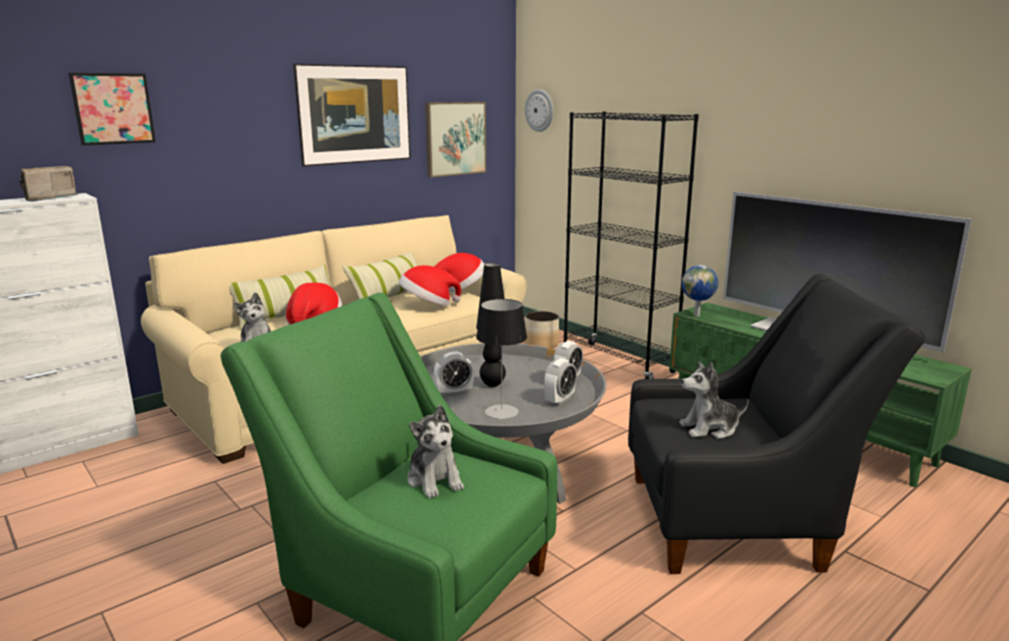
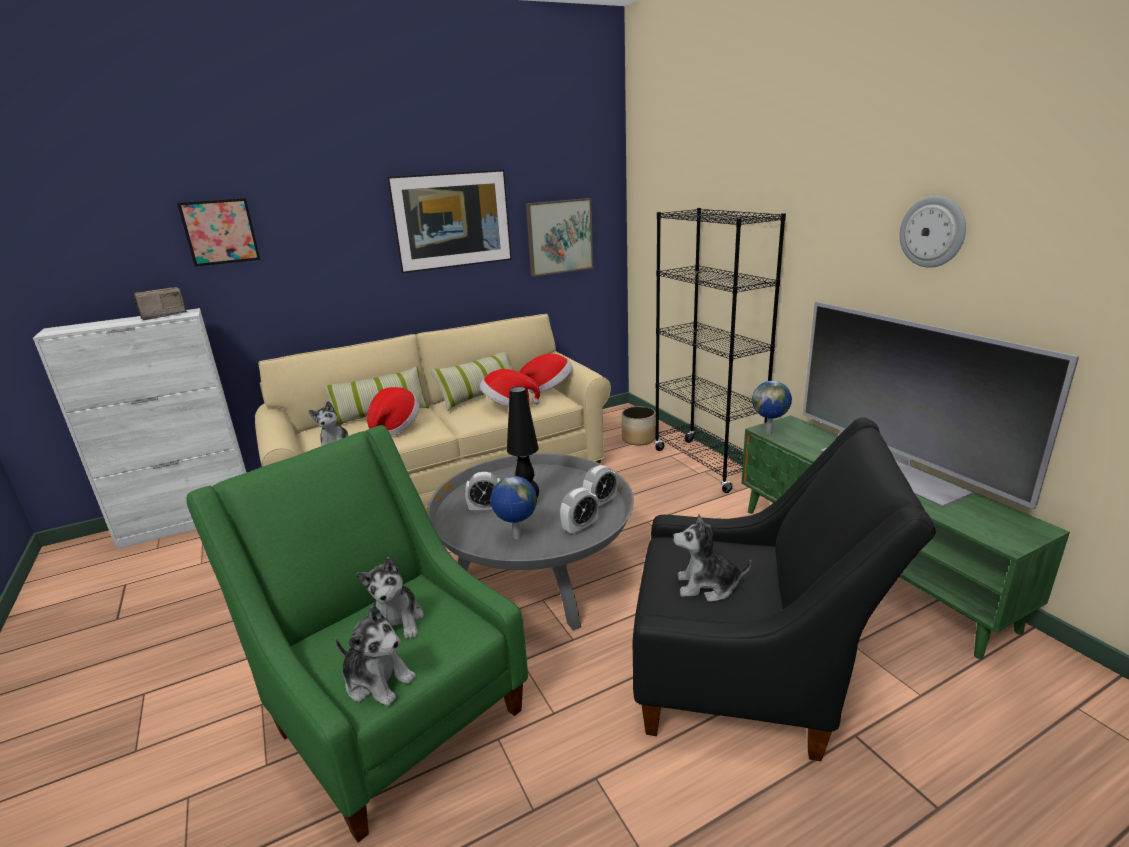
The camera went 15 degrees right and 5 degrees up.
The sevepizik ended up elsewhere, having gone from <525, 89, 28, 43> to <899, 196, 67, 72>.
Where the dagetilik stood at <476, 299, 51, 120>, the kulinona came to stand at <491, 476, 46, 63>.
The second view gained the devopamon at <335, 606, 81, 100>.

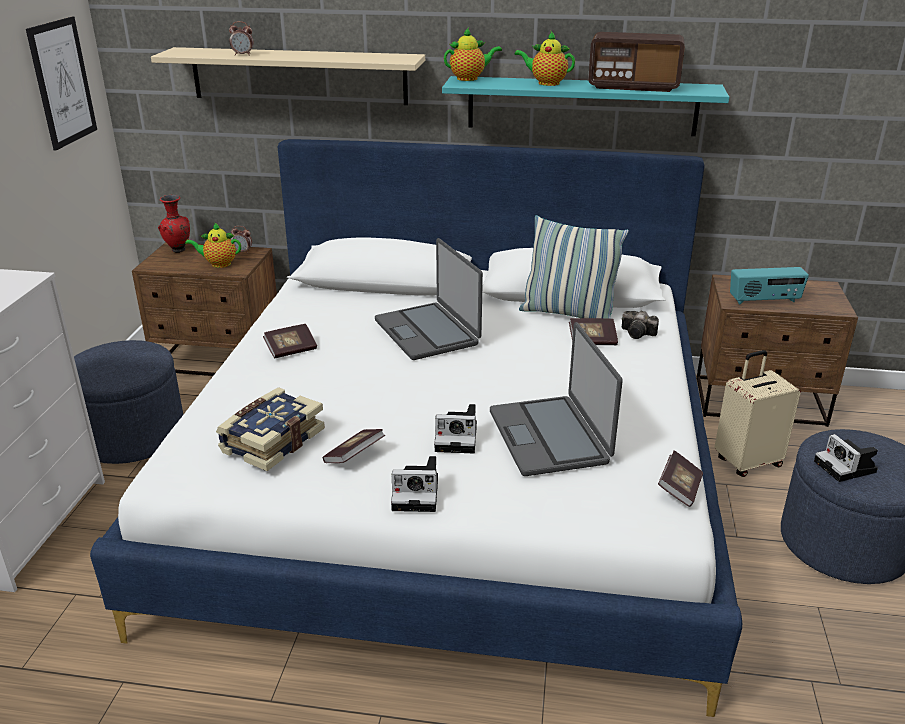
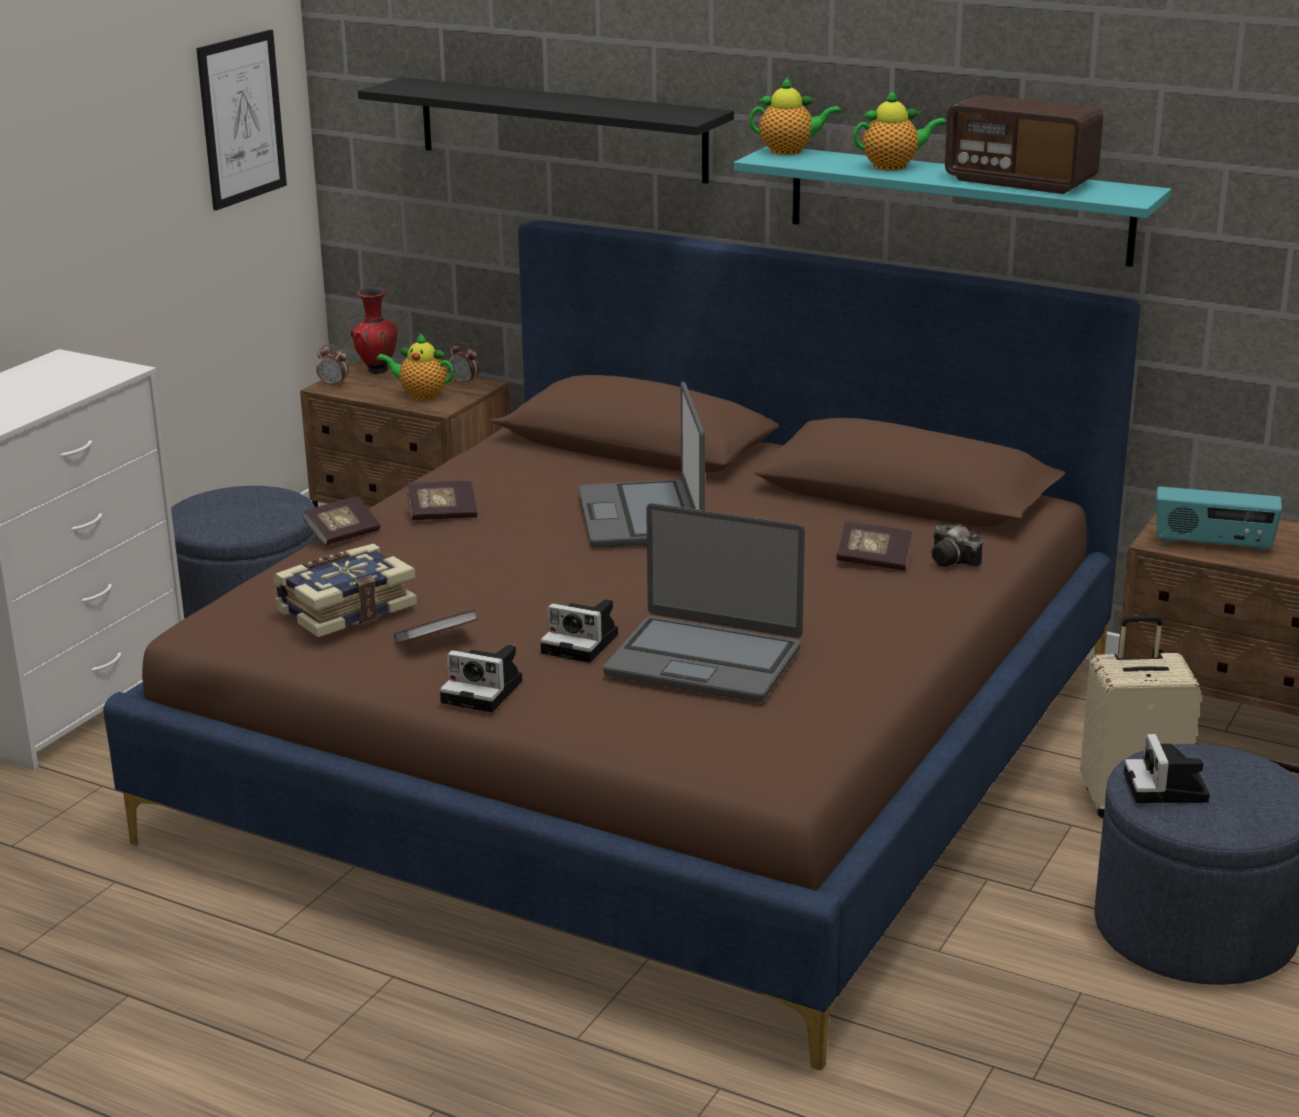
The camera went 20 degrees right and 5 degrees down.
The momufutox ended up elsewhere, having gone from <229, 21, 24, 35> to <317, 344, 32, 43>.
The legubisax at <515, 32, 60, 54> ended up facing another way, 135 degrees clockwise from before.
What was the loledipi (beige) at <151, 47, 274, 58> turned into the loledipi (black) at <358, 77, 376, 107>.
What was the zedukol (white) at <90, 139, 652, 578> turned into the zedukol (brown) at <103, 220, 1038, 851>.
The second view lost the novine at <519, 215, 110, 104>.
The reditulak at <490, 322, 133, 154> ended up facing another way, 75 degrees counterclockwise from before.
The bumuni ended up elsewhere, having gone from <658, 450, 45, 57> to <302, 496, 78, 50>.

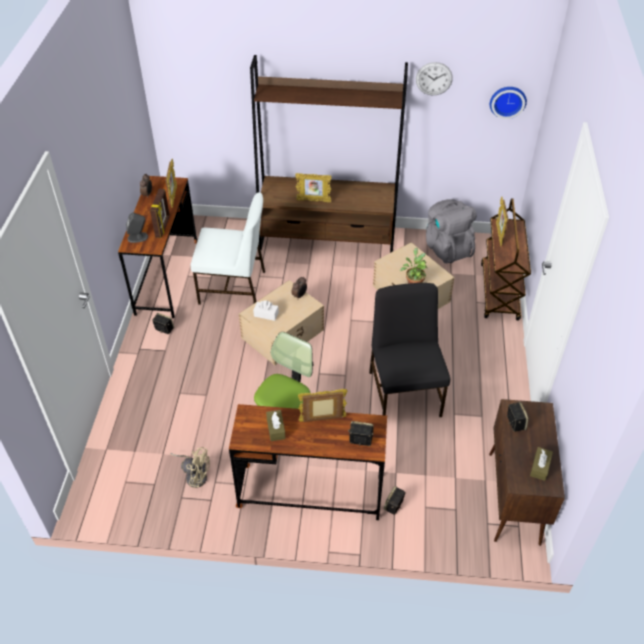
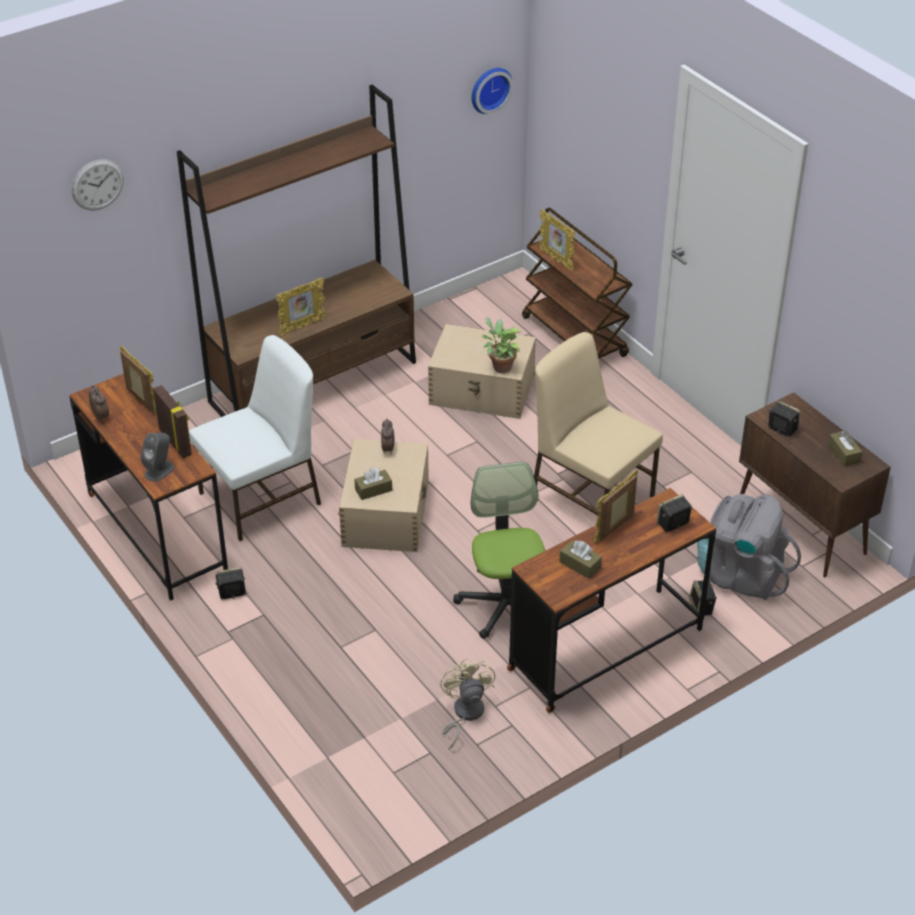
The camera went 40 degrees left and 5 degrees down.
The sevepizik ended up elsewhere, having gone from <416, 62, 37, 33> to <72, 159, 52, 51>.
The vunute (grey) ended up elsewhere, having gone from <426, 199, 51, 64> to <697, 494, 104, 106>.
What was the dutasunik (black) at <369, 283, 81, 134> turned into the dutasunik (beige) at <534, 332, 129, 183>.
What was the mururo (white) at <253, 300, 26, 21> turned into the mururo (brown) at <354, 468, 38, 32>.
The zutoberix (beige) at <170, 447, 40, 41> ended up facing another way, 75 degrees counterclockwise from before.

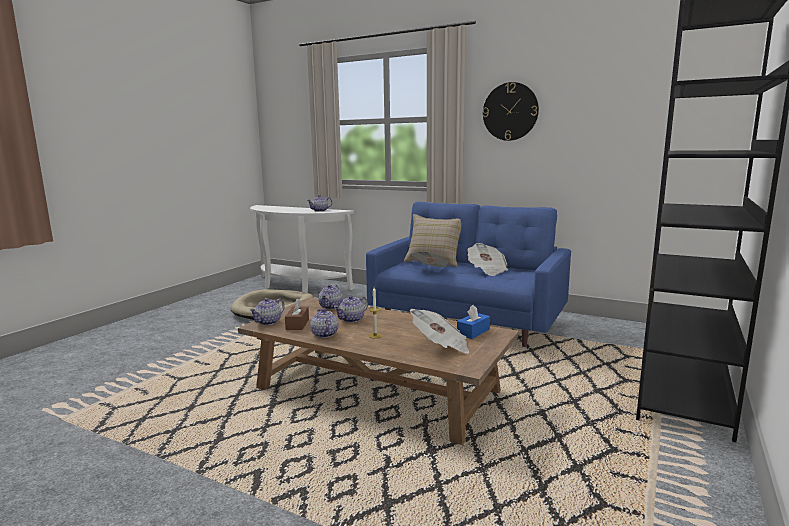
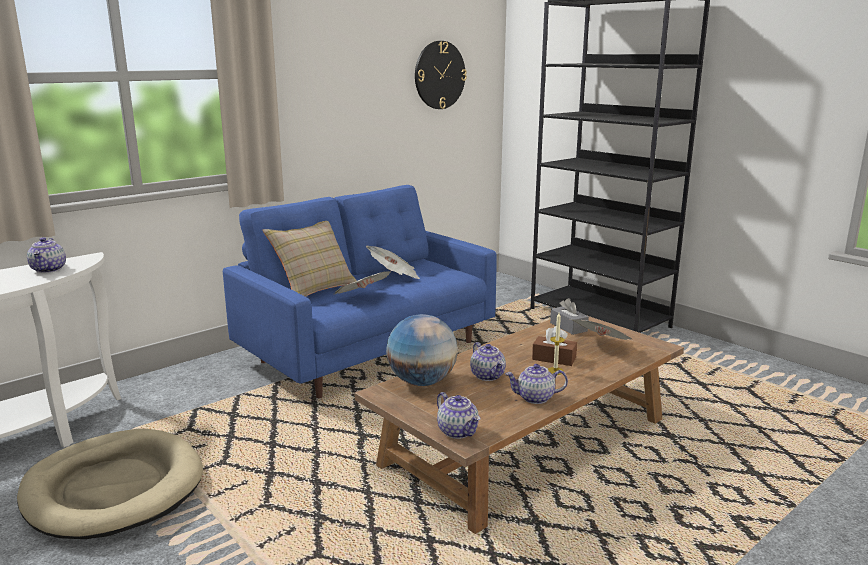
The camera went 70 degrees left and 5 degrees up.
The sevepizik ended up elsewhere, having gone from <483, 82, 56, 59> to <415, 41, 52, 68>.
Where the legubisax stood at <319, 284, 23, 25>, the kulinona came to stand at <386, 314, 72, 72>.
The mururo (brown) ended up elsewhere, having gone from <285, 299, 24, 31> to <532, 326, 45, 40>.
What was the mururo (blue) at <457, 305, 33, 34> turned into the mururo (grey) at <550, 298, 39, 37>.

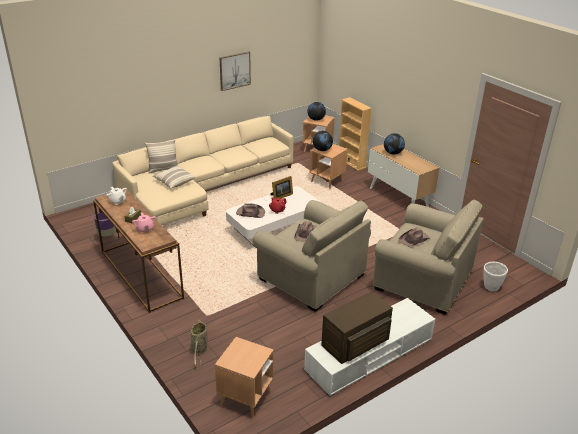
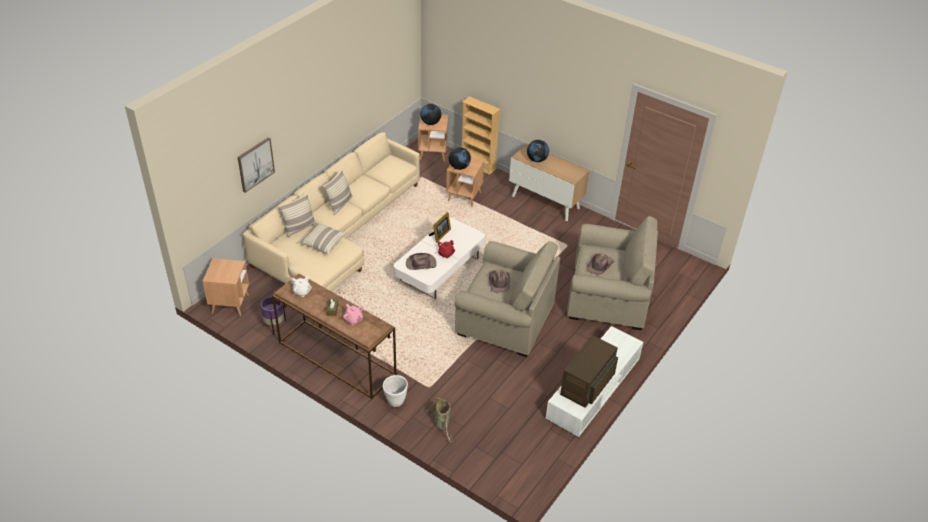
The camera went 20 degrees left and 10 degrees up.
The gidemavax ended up elsewhere, having gone from <219, 52, 32, 39> to <237, 137, 38, 56>.
The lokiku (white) ended up elsewhere, having gone from <483, 262, 25, 29> to <383, 375, 25, 32>.
The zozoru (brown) ended up elsewhere, having gone from <215, 337, 59, 81> to <202, 258, 47, 58>.
The second view gained the novine at <323, 169, 30, 46>.

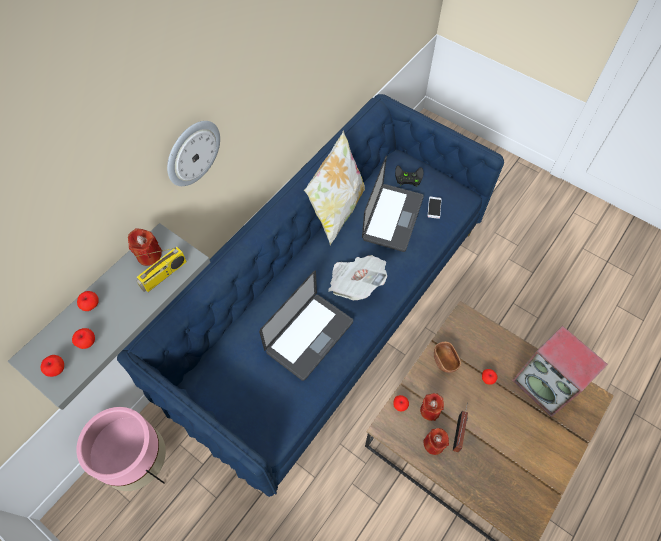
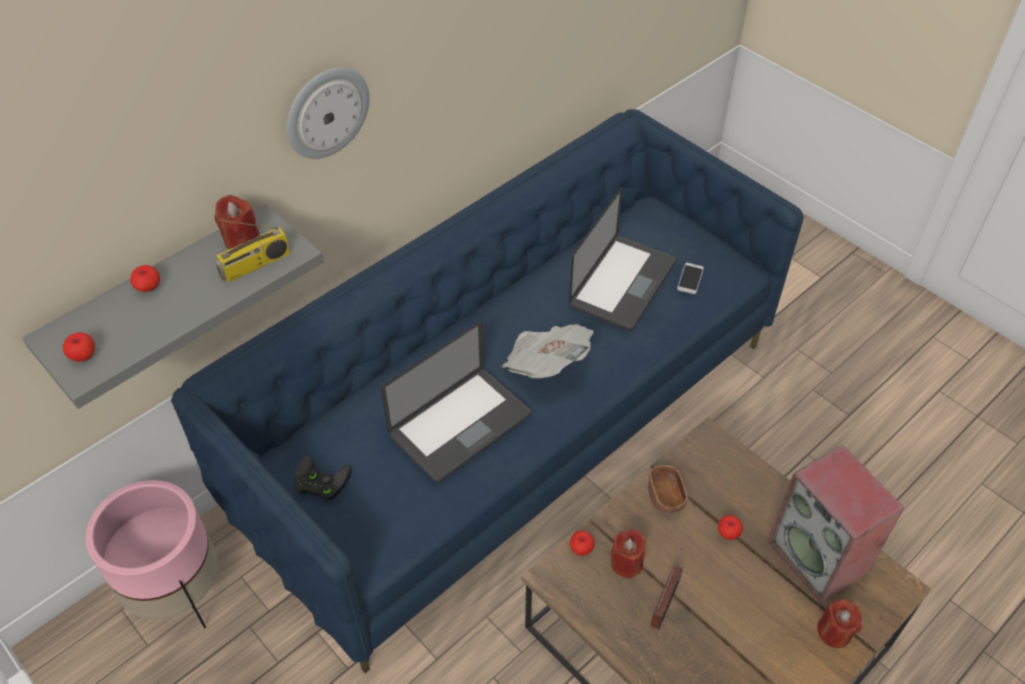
The camera went 10 degrees right and 10 degrees down.
The second view lost the novine at <304, 130, 61, 115>.
The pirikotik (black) ended up elsewhere, having gone from <395, 166, 29, 21> to <293, 455, 59, 48>.
The second view lost the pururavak at <72, 328, 23, 21>.
The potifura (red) ended up elsewhere, having gone from <423, 428, 26, 27> to <817, 599, 45, 49>.

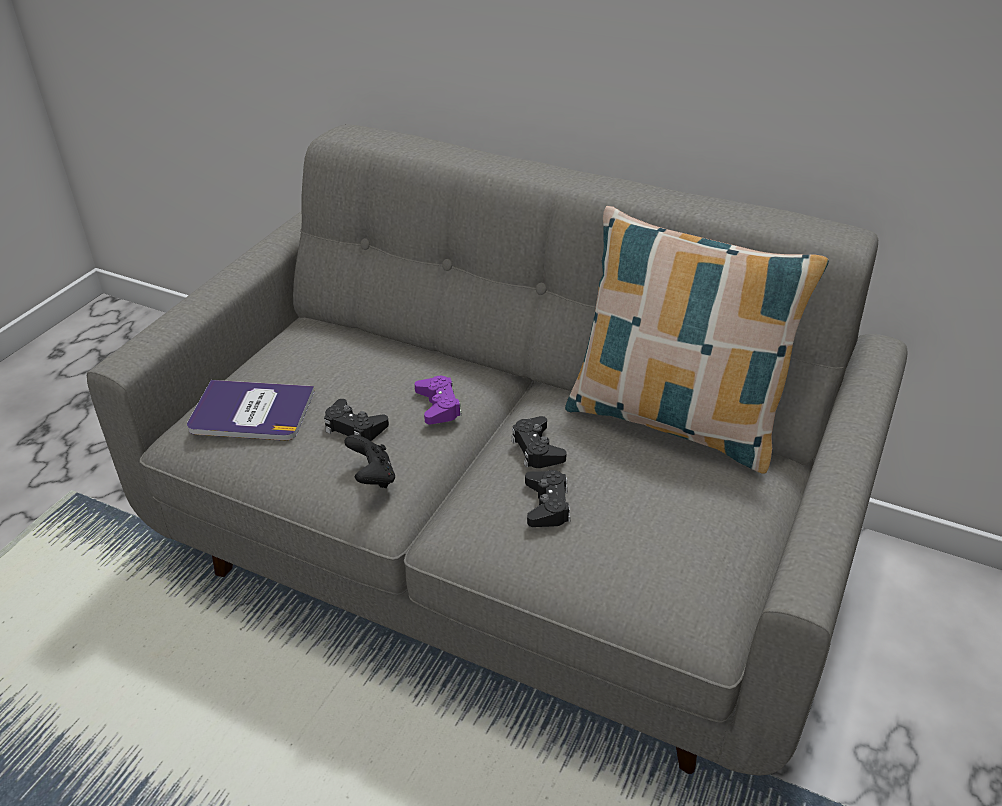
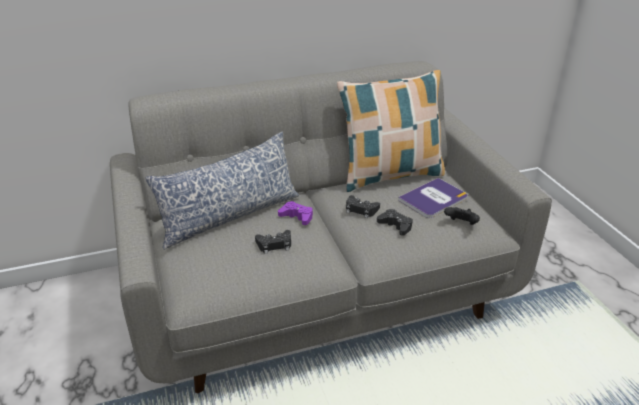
The camera went 45 degrees left and 5 degrees down.
The bumuni ended up elsewhere, having gone from <187, 380, 128, 61> to <398, 178, 70, 40>.
The pirikotik (black) ended up elsewhere, having gone from <344, 435, 51, 53> to <444, 207, 36, 18>.
The second view gained the novine at <146, 132, 153, 118>.

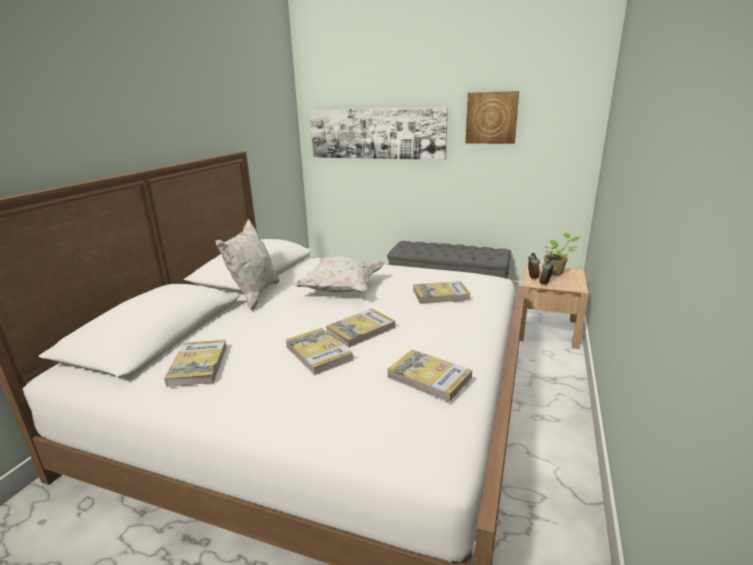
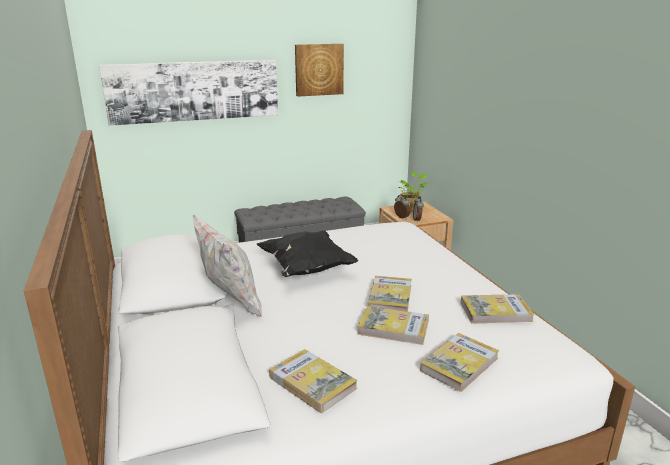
The camera went 40 degrees left and 0 degrees up.
What was the novine (white) at <293, 255, 92, 37> turned into the novine (black) at <257, 230, 101, 47>.
The bumuni ended up elsewhere, having gone from <413, 281, 58, 23> to <420, 333, 79, 59>.

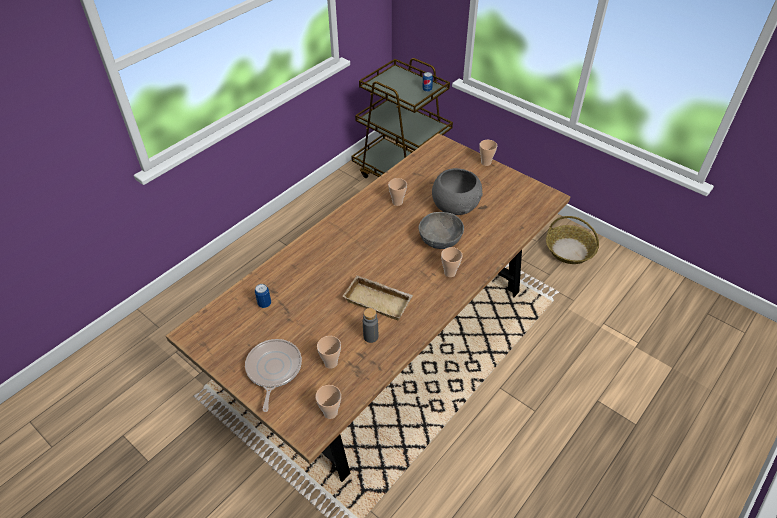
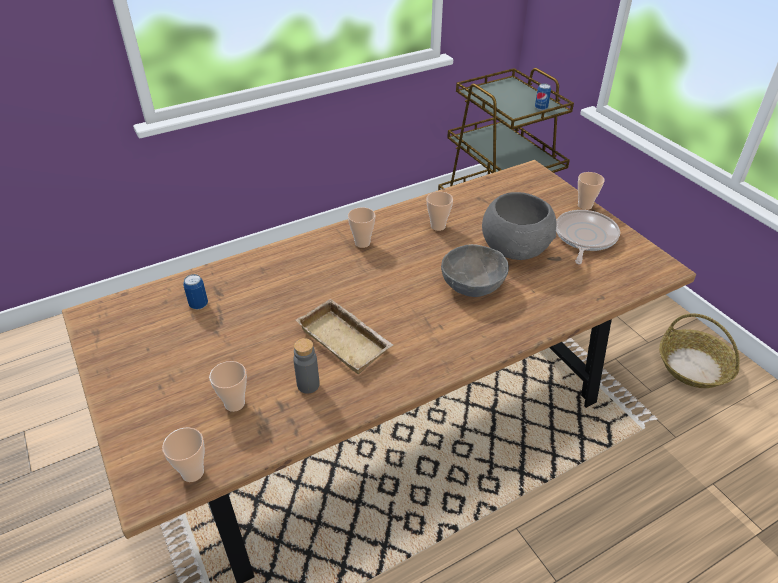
The camera went 20 degrees right and 5 degrees down.
The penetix ended up elsewhere, having gone from <441, 247, 21, 30> to <348, 207, 27, 41>.
The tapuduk ended up elsewhere, having gone from <245, 339, 57, 73> to <556, 210, 64, 54>.

